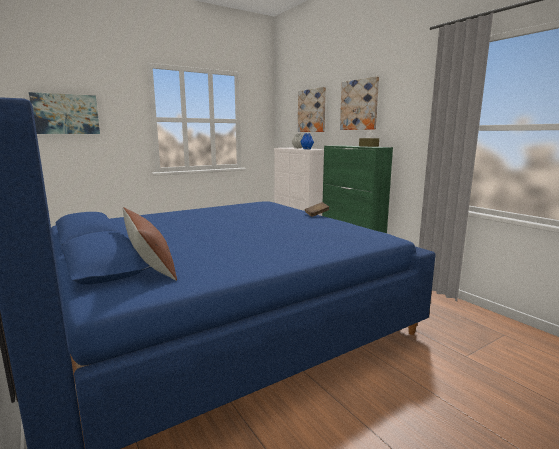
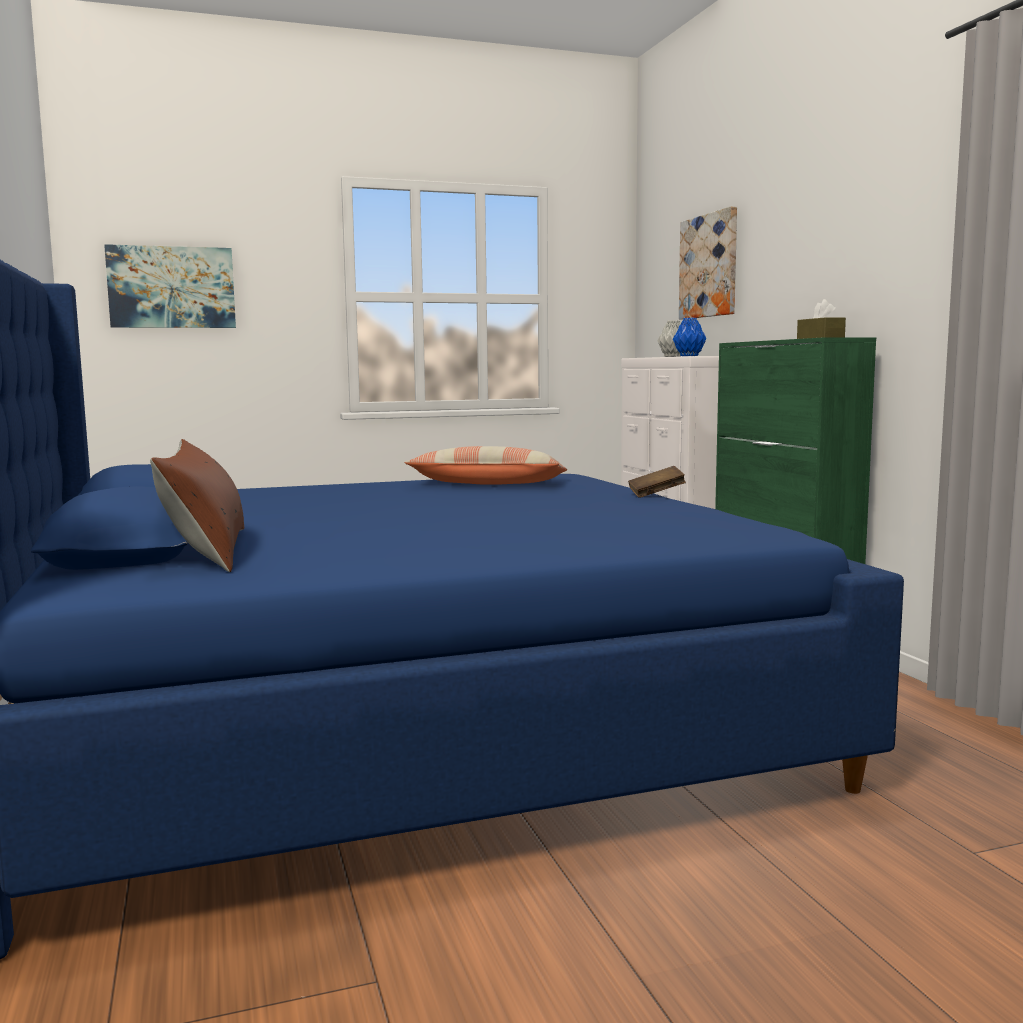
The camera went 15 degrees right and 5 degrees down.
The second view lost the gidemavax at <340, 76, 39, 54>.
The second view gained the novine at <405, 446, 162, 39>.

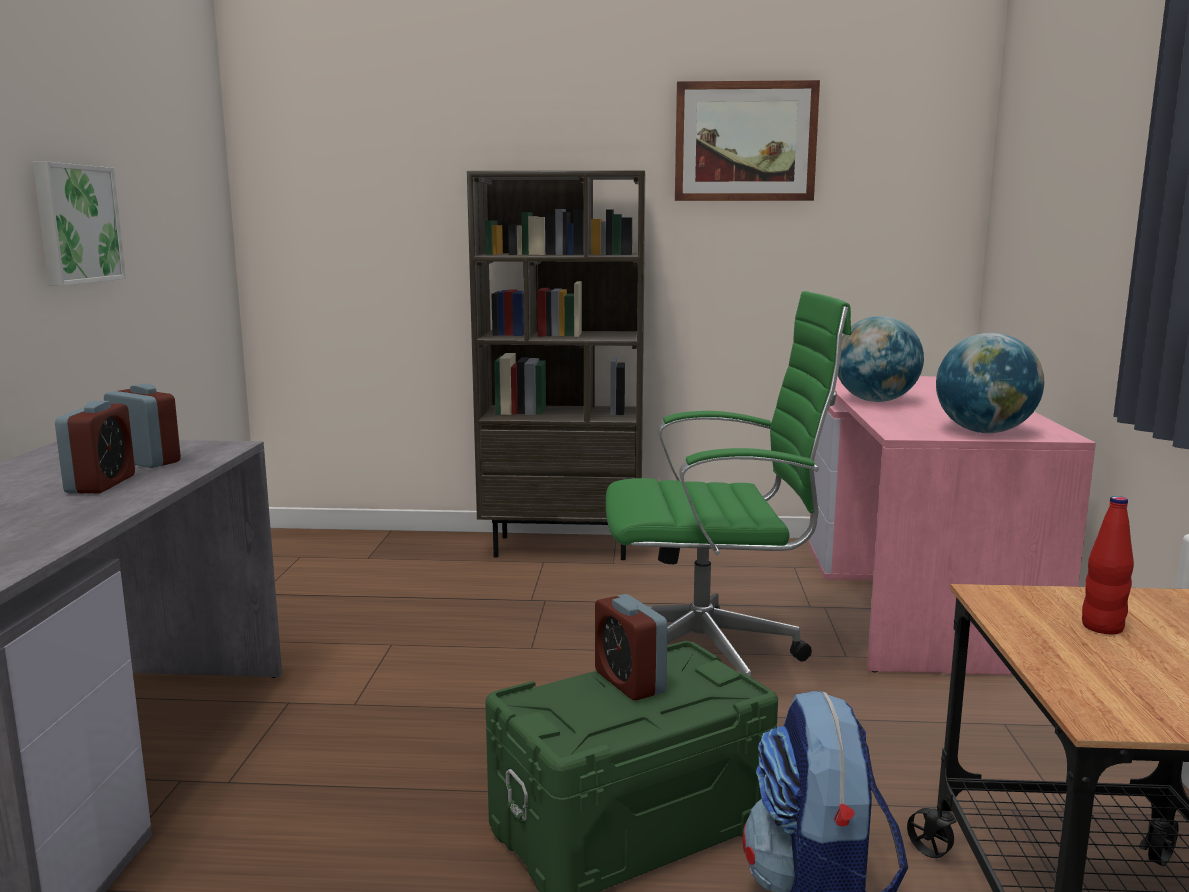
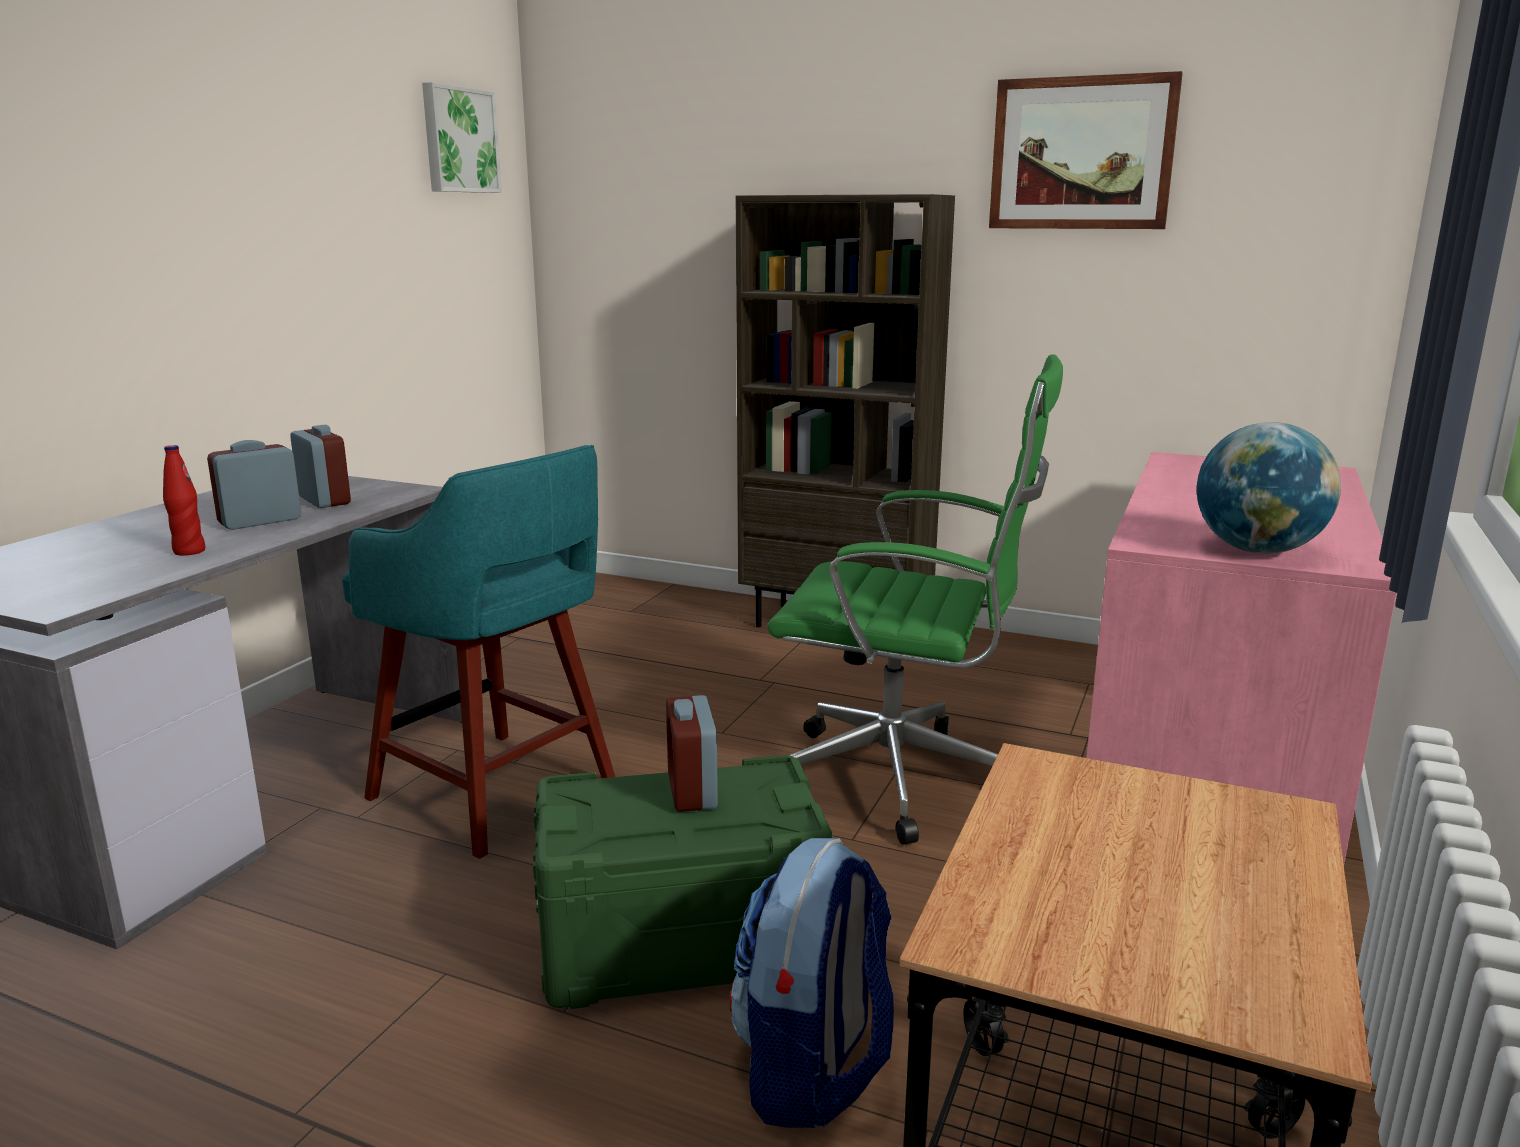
The camera went 20 degrees right and 5 degrees up.
The gidemavax ended up elsewhere, having gone from <33, 162, 93, 124> to <422, 82, 80, 111>.
The second view lost the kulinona at <838, 316, 86, 86>.
The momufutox at <55, 401, 80, 93> ended up facing another way, 150 degrees counterclockwise from before.
The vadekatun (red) ended up elsewhere, having gone from <1082, 496, 52, 138> to <163, 445, 43, 111>.
The second view gained the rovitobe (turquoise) at <342, 445, 273, 414>.

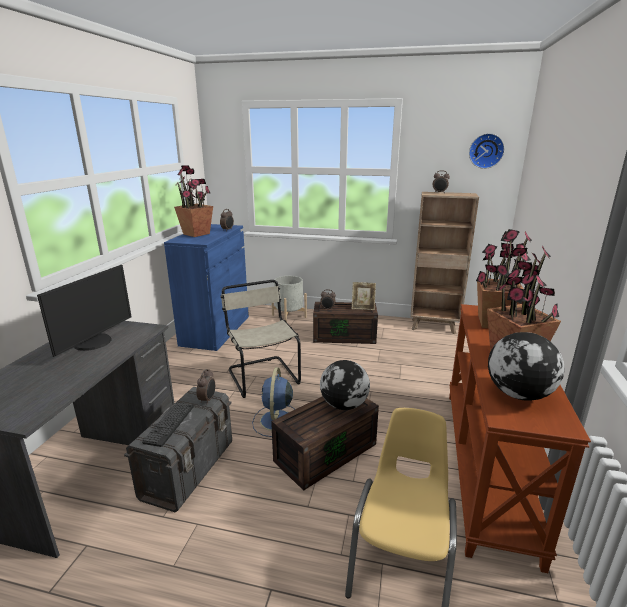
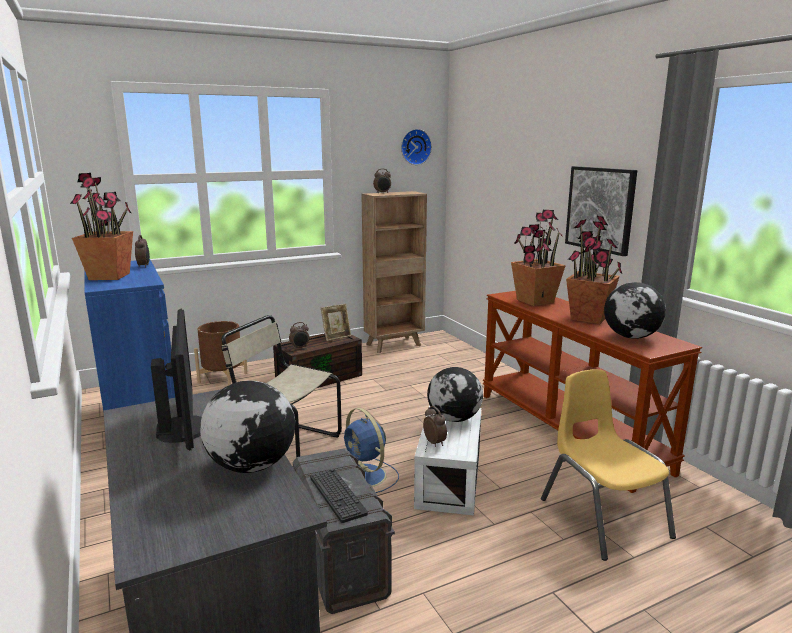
The camera went 40 degrees left and 5 degrees down.
What was the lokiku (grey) at <271, 276, 36, 46> turned into the lokiku (brown) at <194, 321, 54, 65>.
The momufutox ended up elsewhere, having gone from <196, 369, 19, 34> to <423, 406, 24, 41>.
What was the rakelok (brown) at <271, 396, 108, 95> turned into the rakelok (white) at <414, 405, 67, 111>.
The second view gained the gidemavax at <565, 166, 72, 90>.
The second view gained the kulinona at <200, 381, 95, 92>.

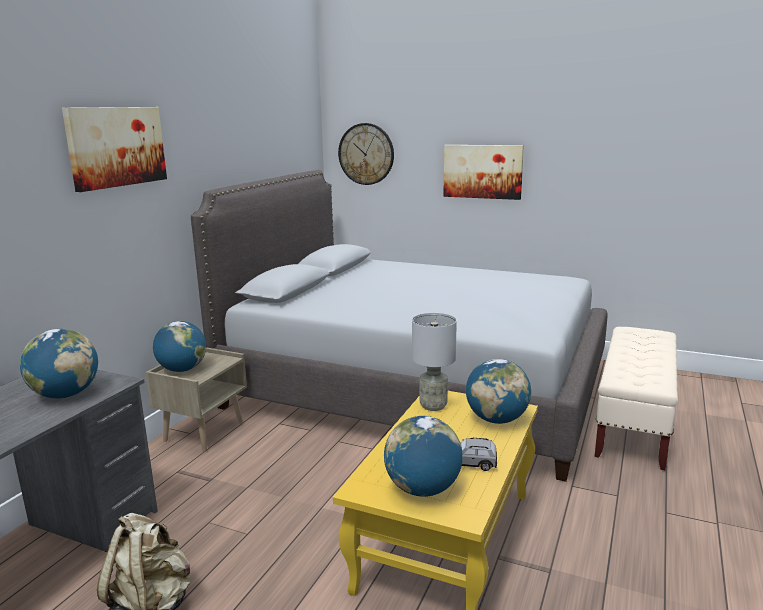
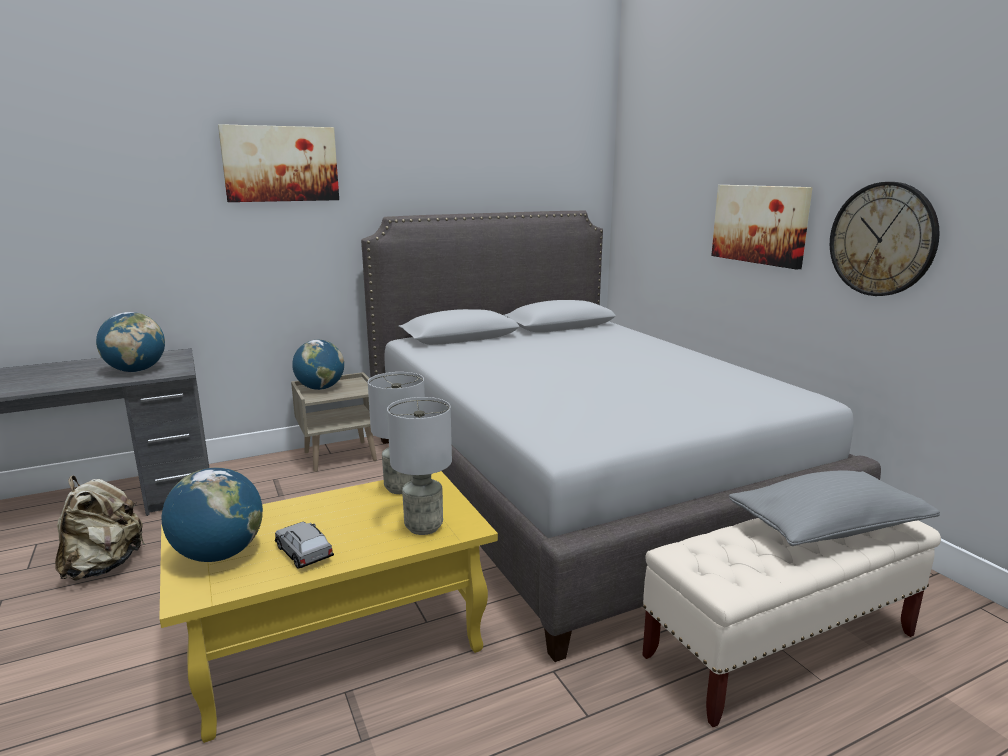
The camera went 40 degrees right and 0 degrees up.
The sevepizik ended up elsewhere, having gone from <338, 123, 56, 62> to <830, 182, 110, 114>.
Where the kulinona stood at <466, 359, 65, 65>, the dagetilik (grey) came to stand at <387, 397, 65, 138>.
The second view gained the novine (grey) at <729, 470, 211, 76>.

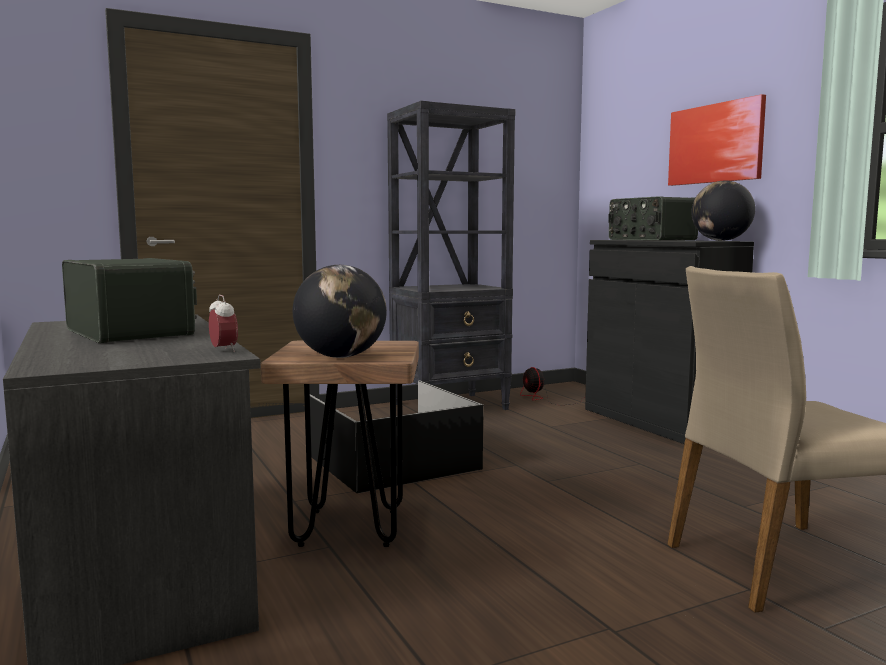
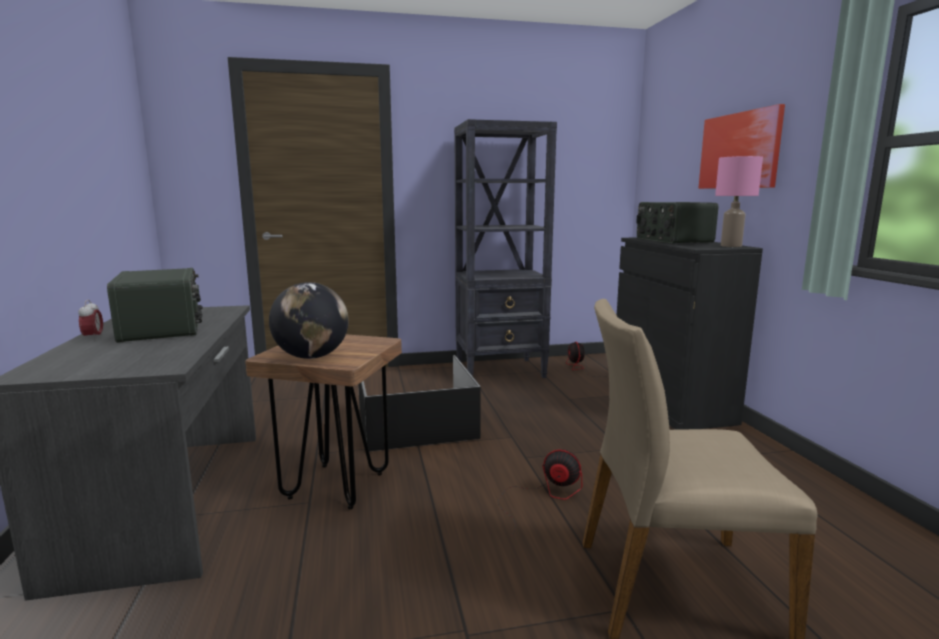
The camera went 15 degrees right and 5 degrees up.
Where the kulinona stood at <691, 181, 64, 60>, the dagetilik (pink) came to stand at <715, 156, 48, 91>.
The momufutox ended up elsewhere, having gone from <209, 295, 29, 57> to <78, 300, 25, 40>.
The second view gained the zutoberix at <498, 449, 84, 86>.

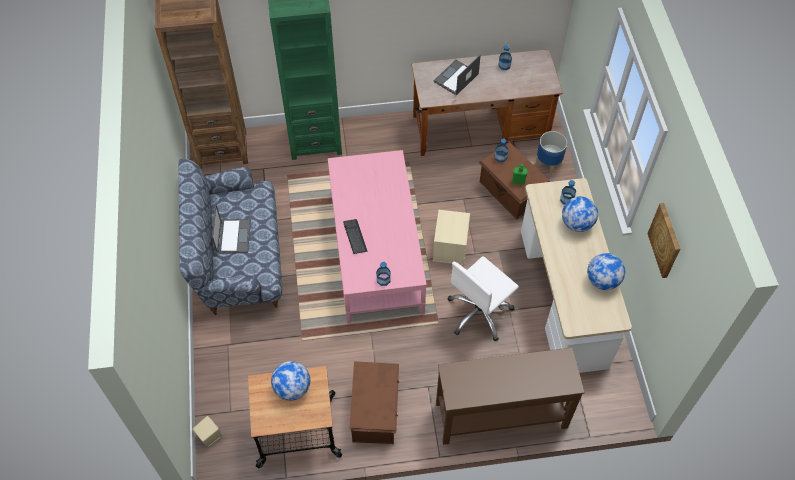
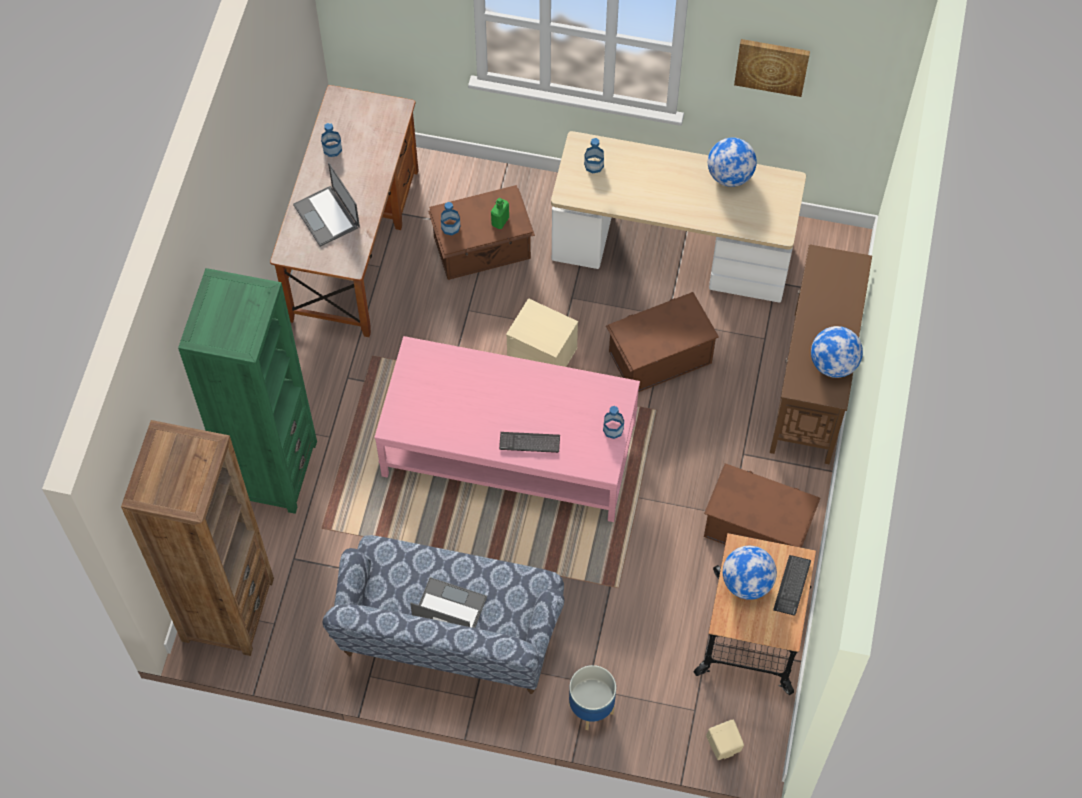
The camera went 70 degrees left and 5 degrees up.
The lokiku ended up elsewhere, having gone from <535, 131, 32, 45> to <569, 665, 47, 65>.
The kulinona ended up elsewhere, having gone from <562, 196, 36, 36> to <811, 326, 52, 52>.
Where the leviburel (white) stood at <448, 256, 71, 85>, the rakelok (brown) came to stand at <606, 292, 113, 100>.
The second view gained the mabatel at <773, 555, 38, 61>.

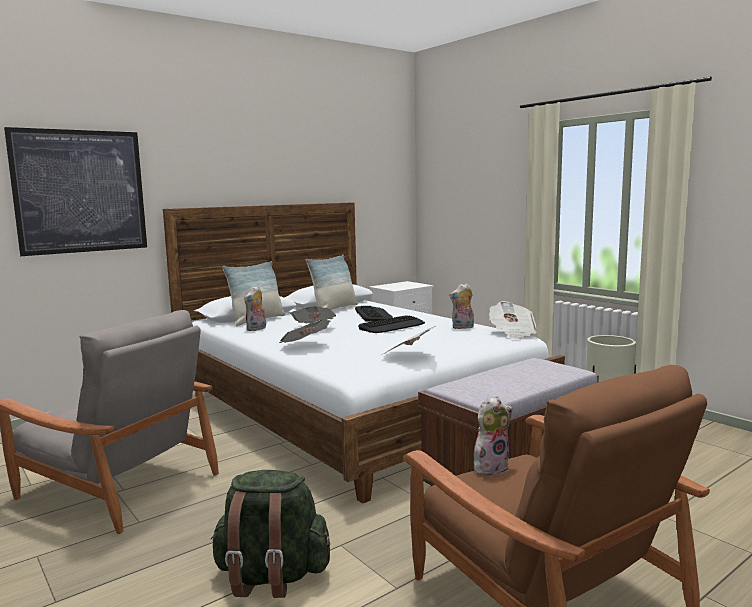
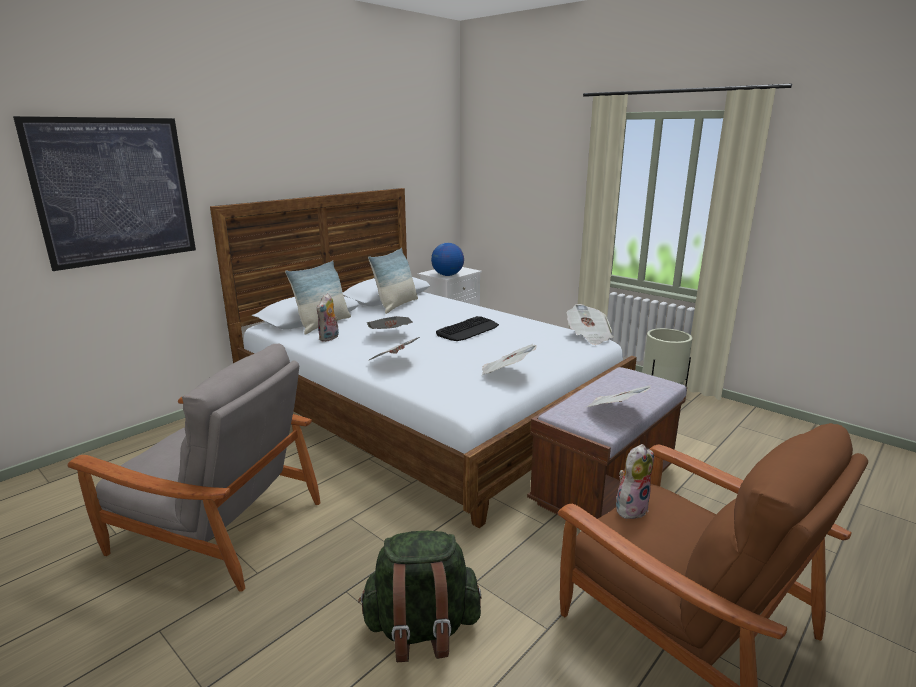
The camera went 10 degrees left and 10 degrees up.
The second view lost the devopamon at <449, 283, 25, 46>.
The second view lost the mabatel at <355, 306, 38, 16>.
The second view gained the kulinona at <431, 243, 33, 33>.
The second view gained the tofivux at <584, 385, 67, 23>.

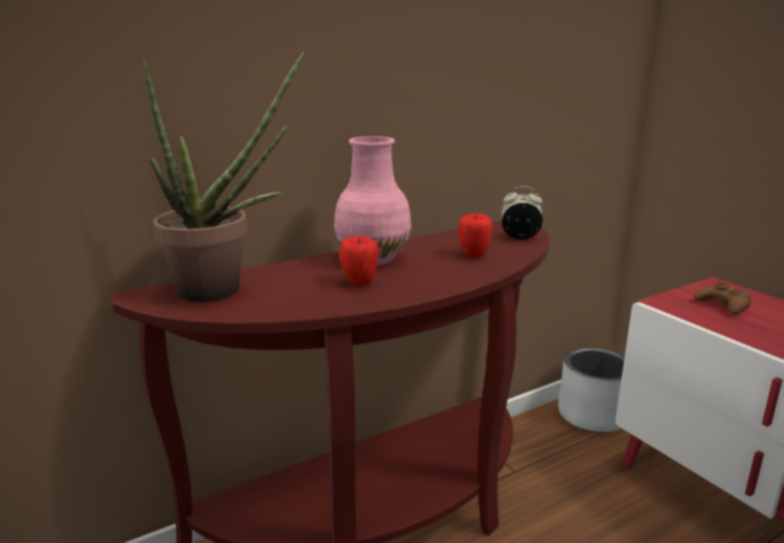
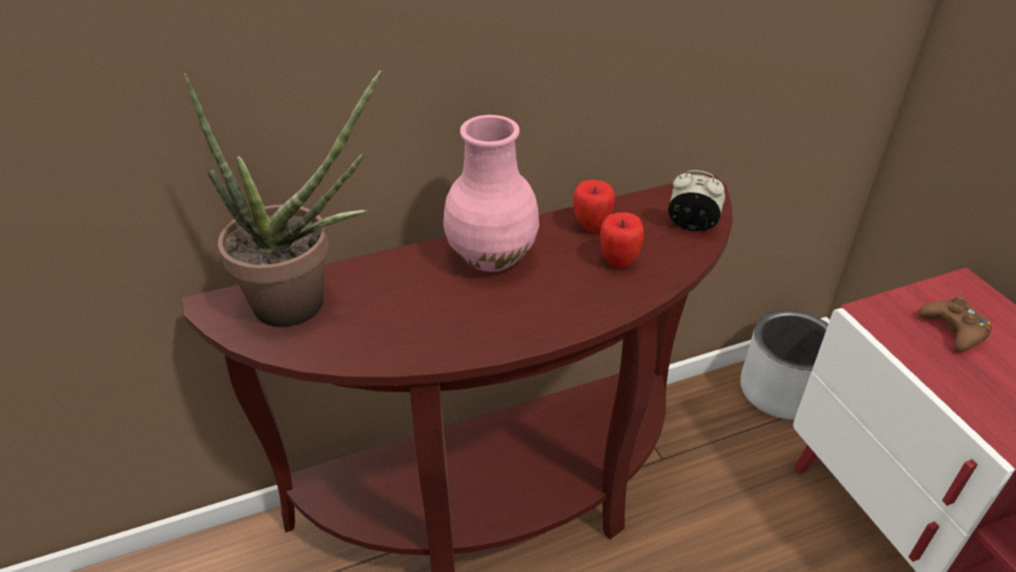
The camera went 10 degrees right and 20 degrees up.
The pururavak ended up elsewhere, having gone from <339, 237, 40, 48> to <573, 180, 42, 52>.

